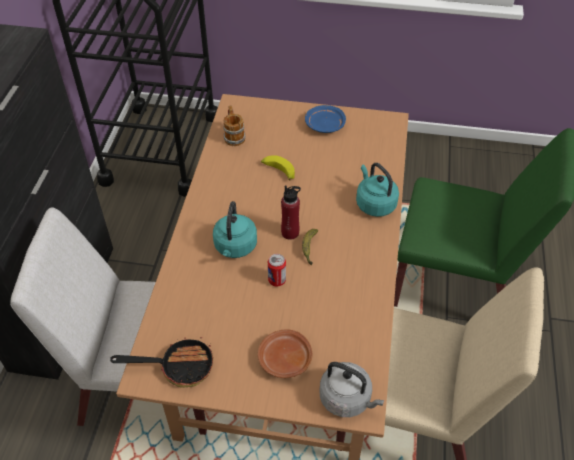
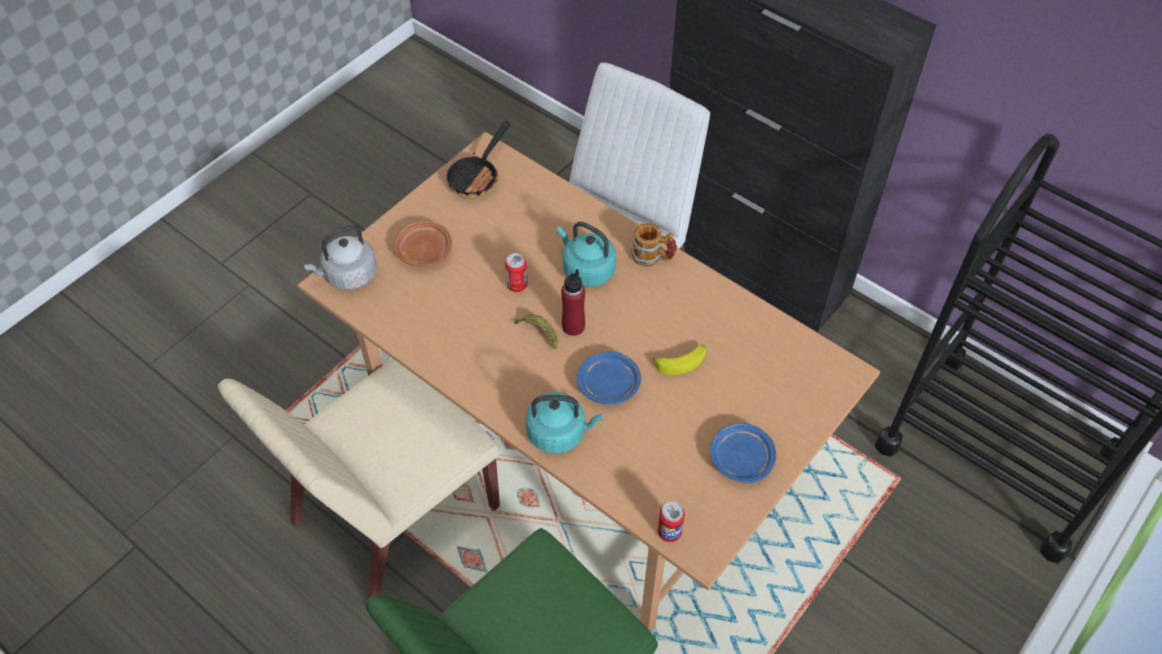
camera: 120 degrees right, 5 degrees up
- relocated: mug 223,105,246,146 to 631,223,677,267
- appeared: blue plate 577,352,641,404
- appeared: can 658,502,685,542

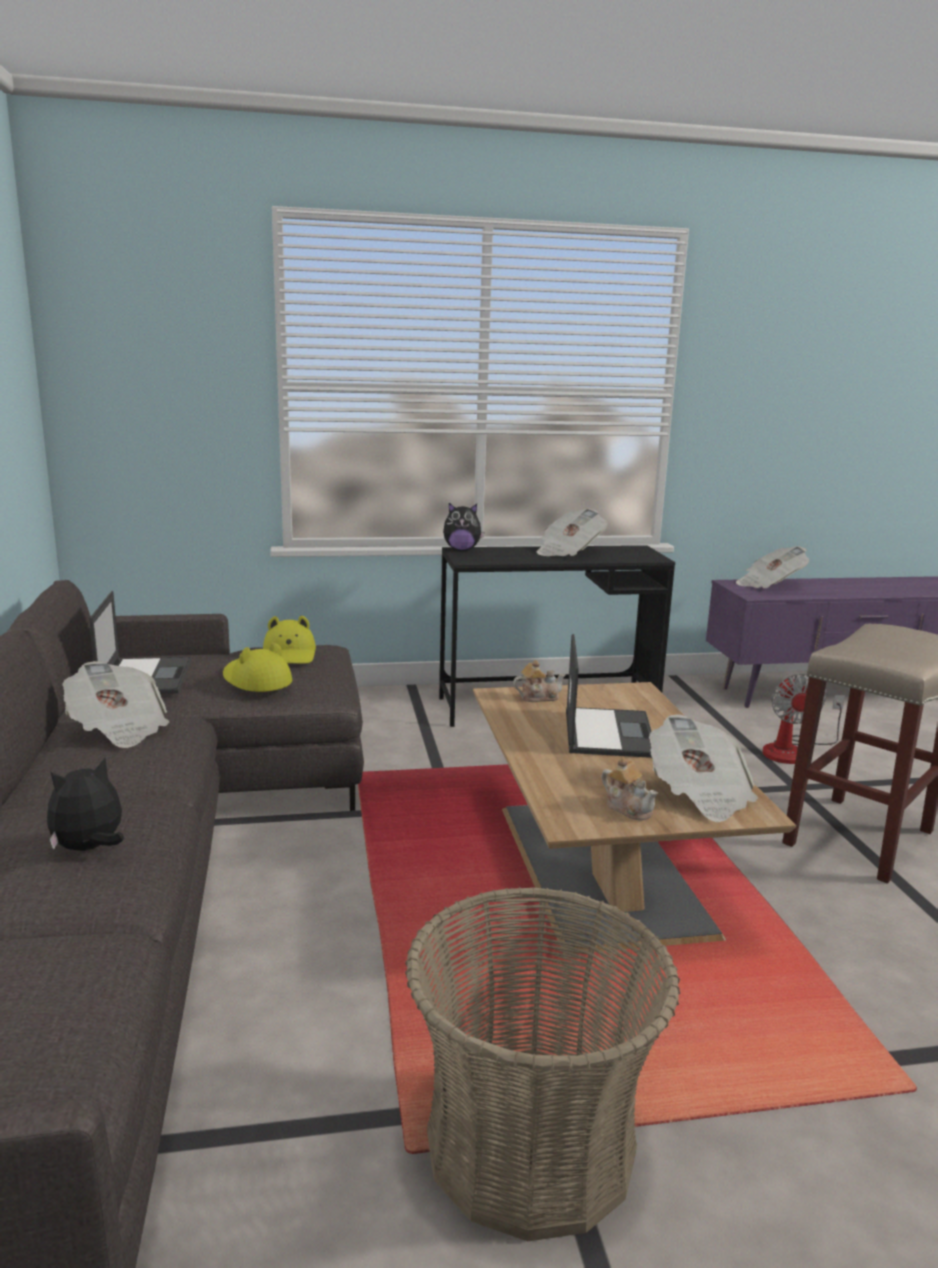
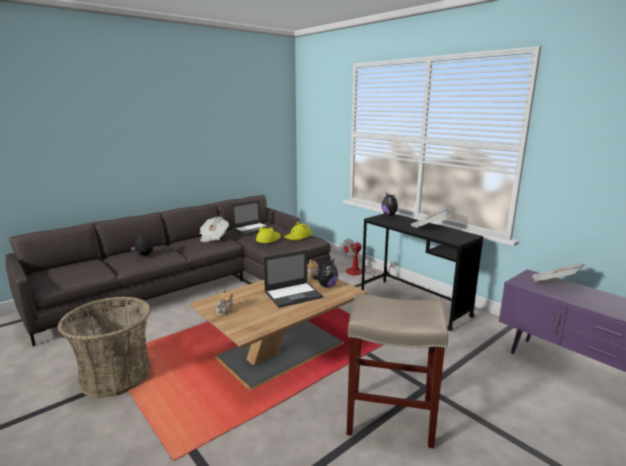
camera: 60 degrees right, 0 degrees up
- relocated: fan 763,673,845,764 to 343,239,394,278
- missing: newspaper 649,714,758,823
- appeared: plush toy 313,259,338,288

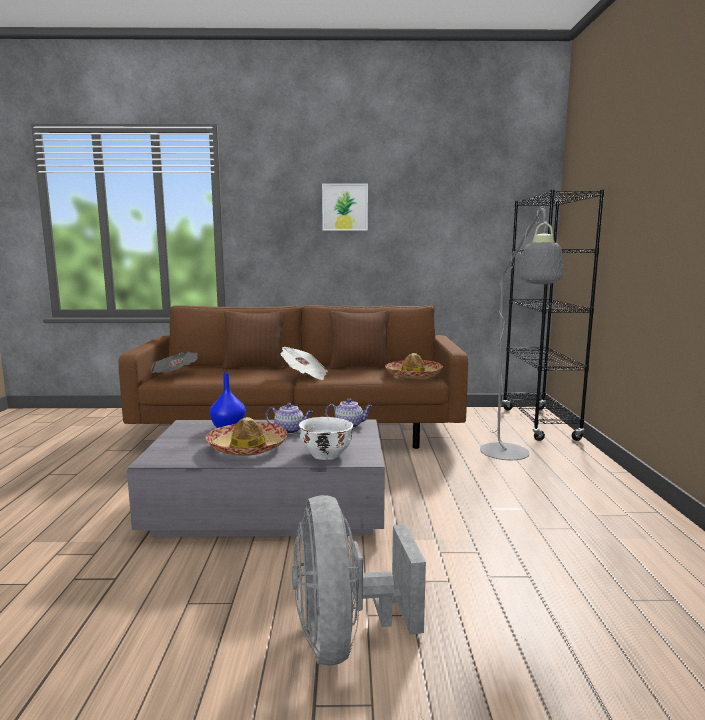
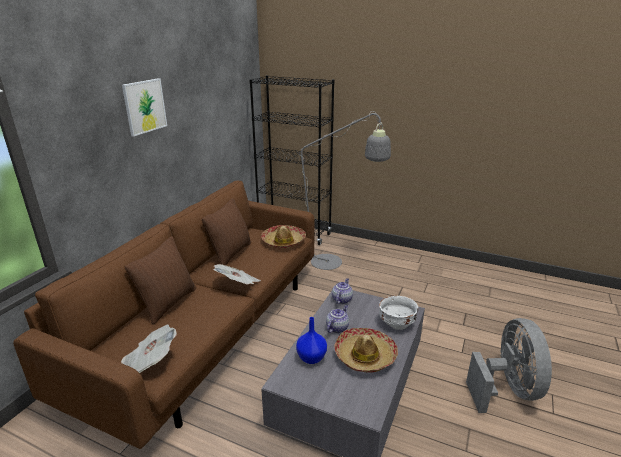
camera: 65 degrees left, 15 degrees up
- spun: grey fan 292,495,426,665 = 466,318,552,413 105 degrees counterclockwise

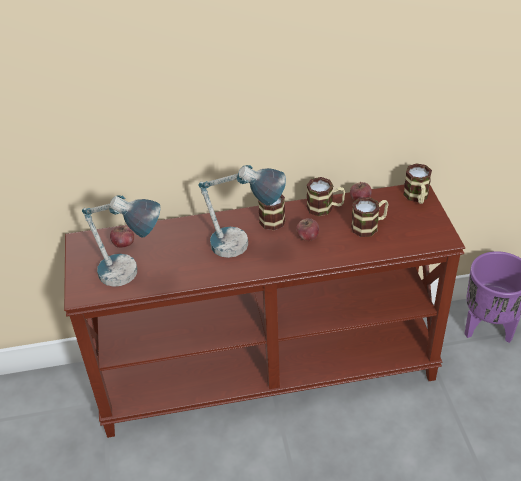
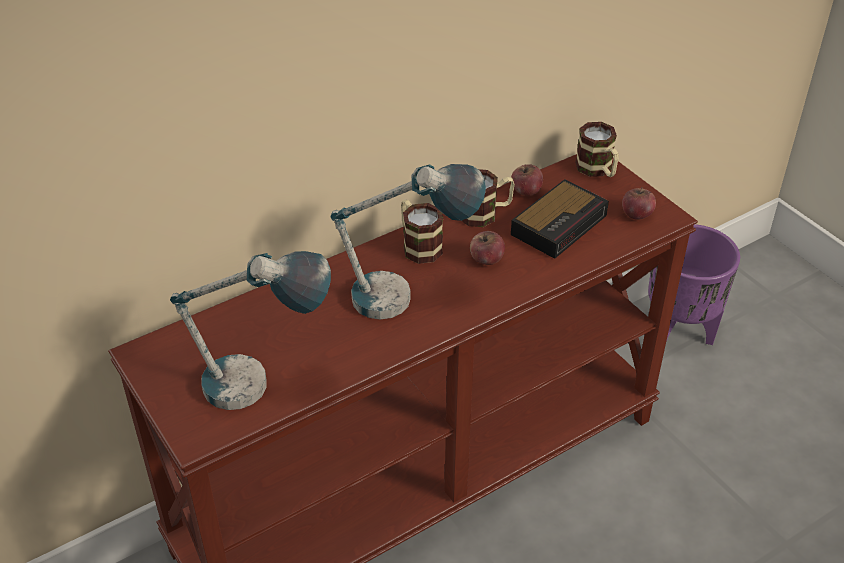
camera: 25 degrees left, 0 degrees up
- exchanged: mug 351,197,389,237 to alarm clock 511,179,609,259
- relocated: apple 110,226,134,248 to 622,187,656,220

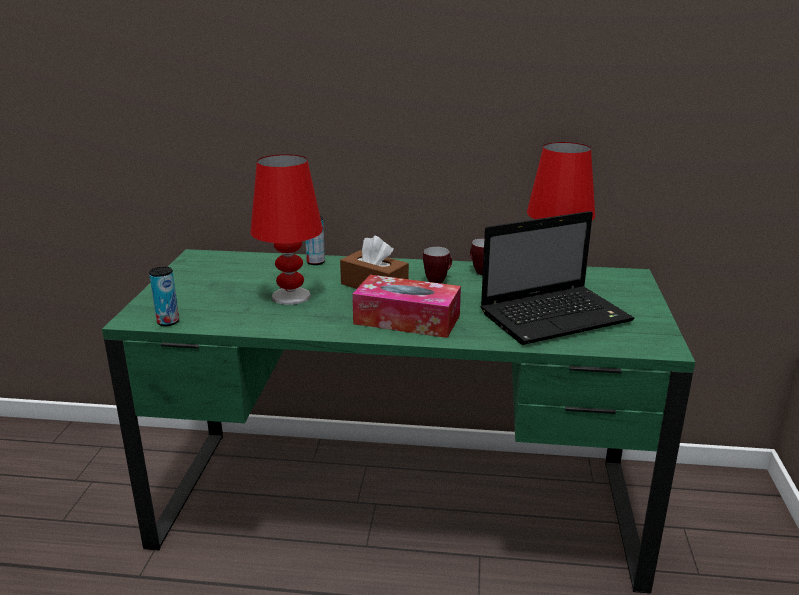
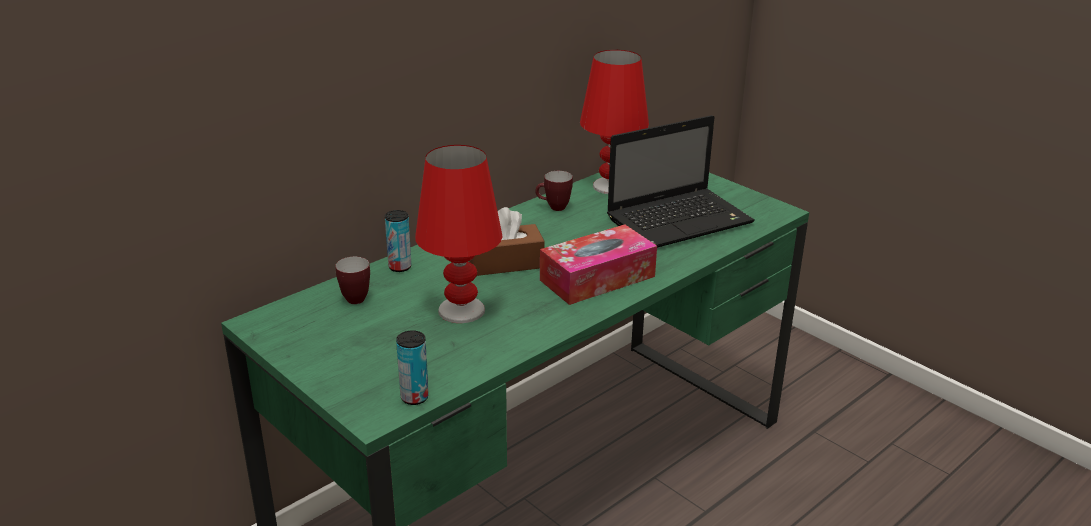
camera: 50 degrees left, 5 degrees up
- spun: laptop 480,211,635,345 = 607,115,755,248 45 degrees clockwise
- relocated: mug 423,247,452,284 to 335,256,370,304

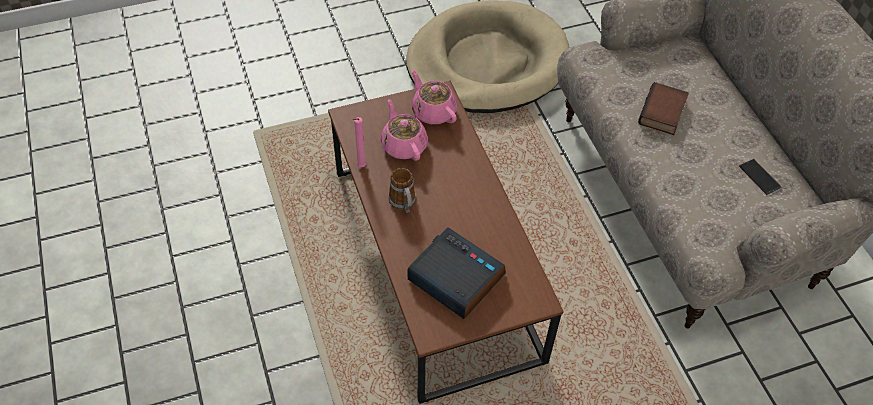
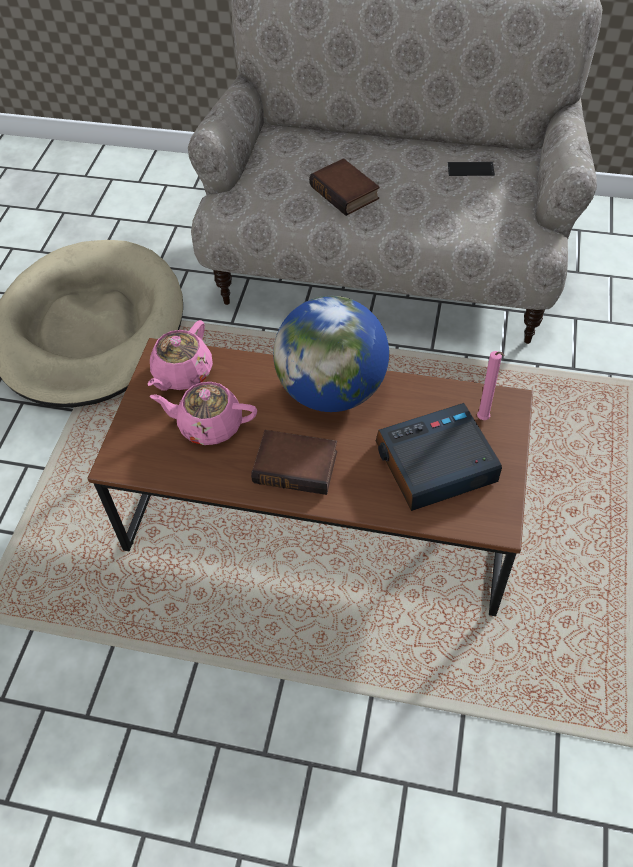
camera: 55 degrees left, 0 degrees up
- spun: pink teapot 411,70,457,124 = 148,320,213,391 60 degrees counterclockwise
- relocated: pink candle 353,117,366,167 to 477,351,505,420
- exchanged: mug 388,168,416,213 to book 251,430,337,495
- appeared: globe 273,296,389,412

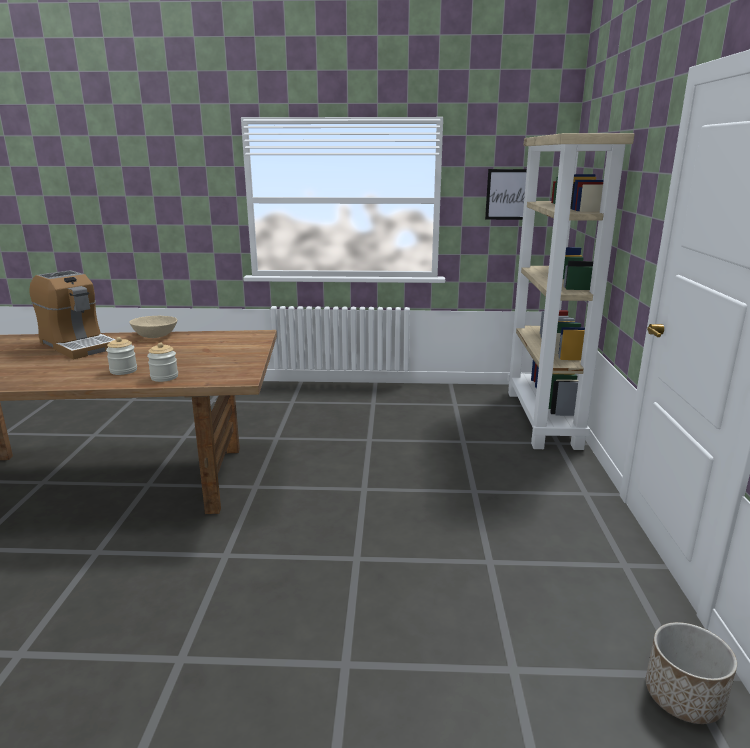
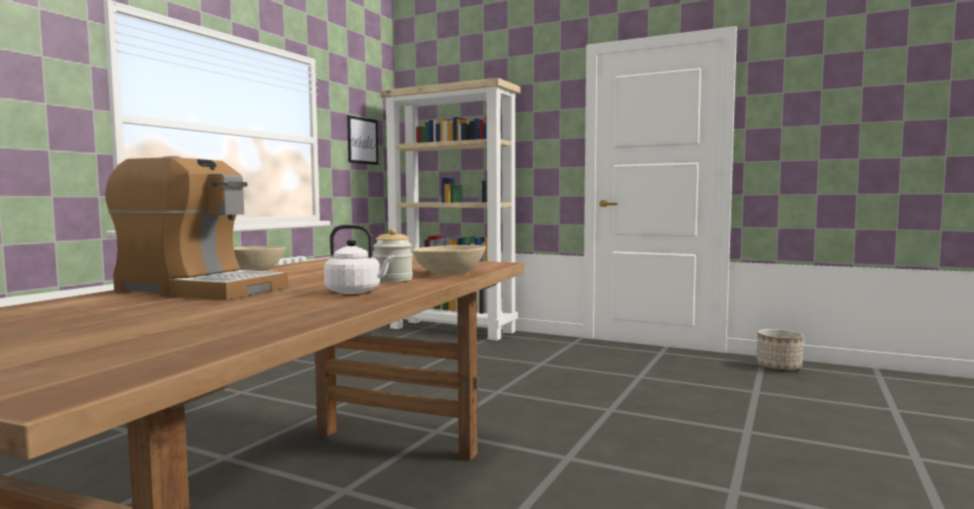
camera: 65 degrees left, 15 degrees down
- spun: coffee machine 30,270,116,359 = 105,156,288,300 45 degrees clockwise
- exchanged: jar 147,342,178,382 to beige bowl 412,245,486,275
- appeared: white kettle 324,224,394,294

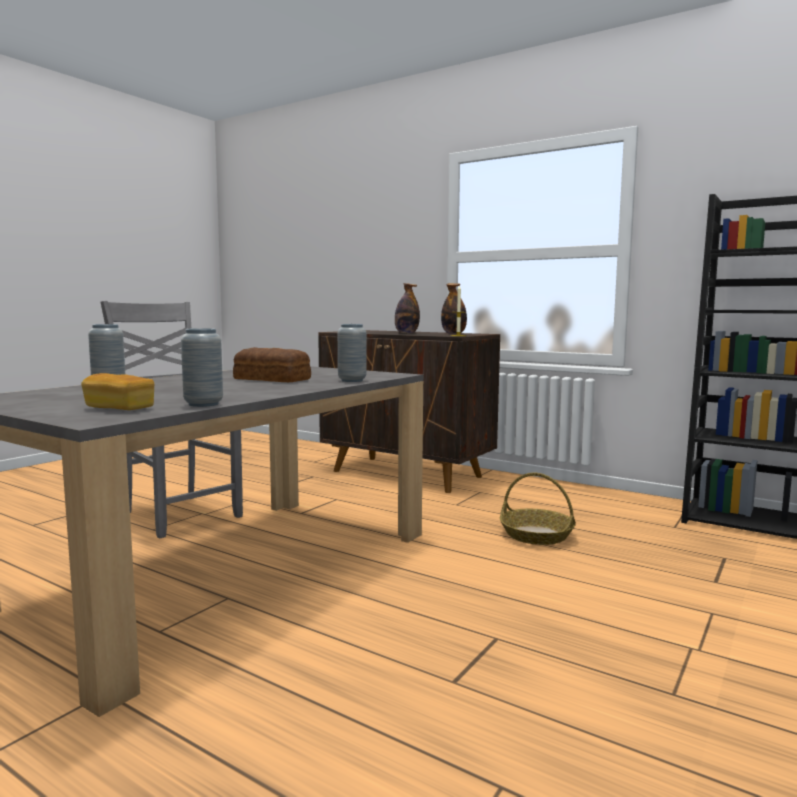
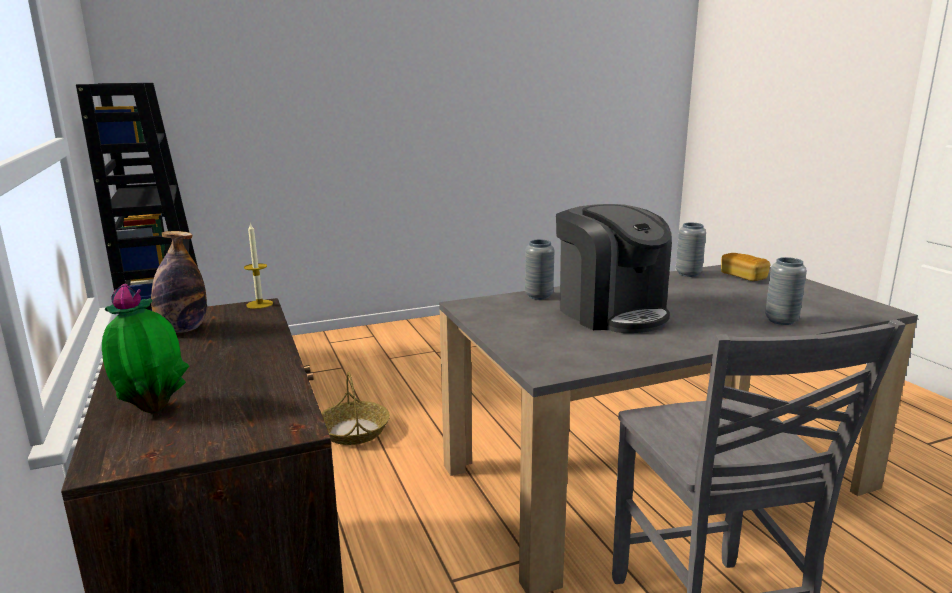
camera: 145 degrees left, 10 degrees up
- missing: bottle 395,283,420,333
- exchanged: bread 233,347,311,382 to coffee machine 556,204,672,333
- appeared: potted plant 102,284,189,413

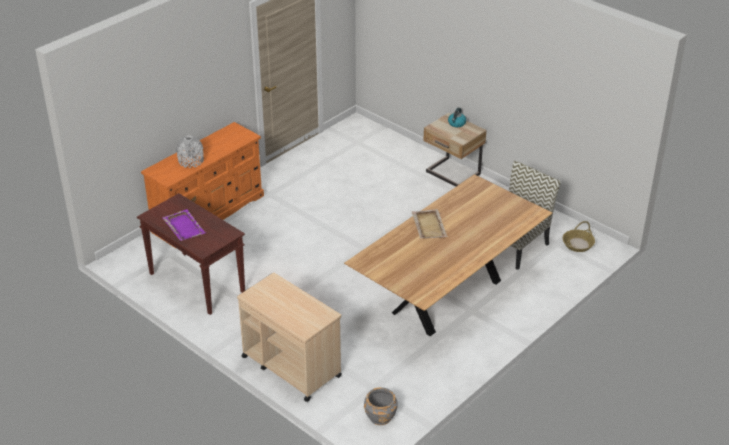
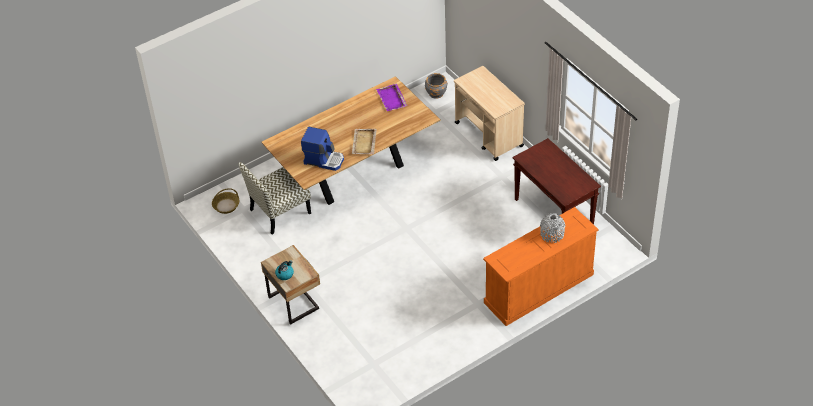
camera: 165 degrees left, 10 degrees up
- relocated: purple tray 162,209,206,241 to 376,84,408,111
- appeared: coffee machine 301,127,344,171

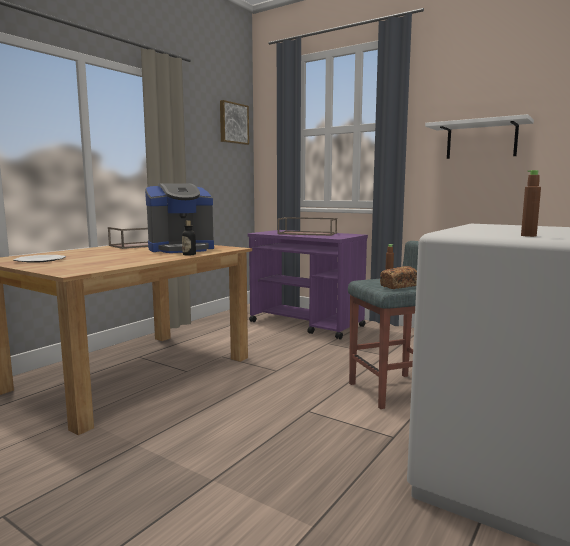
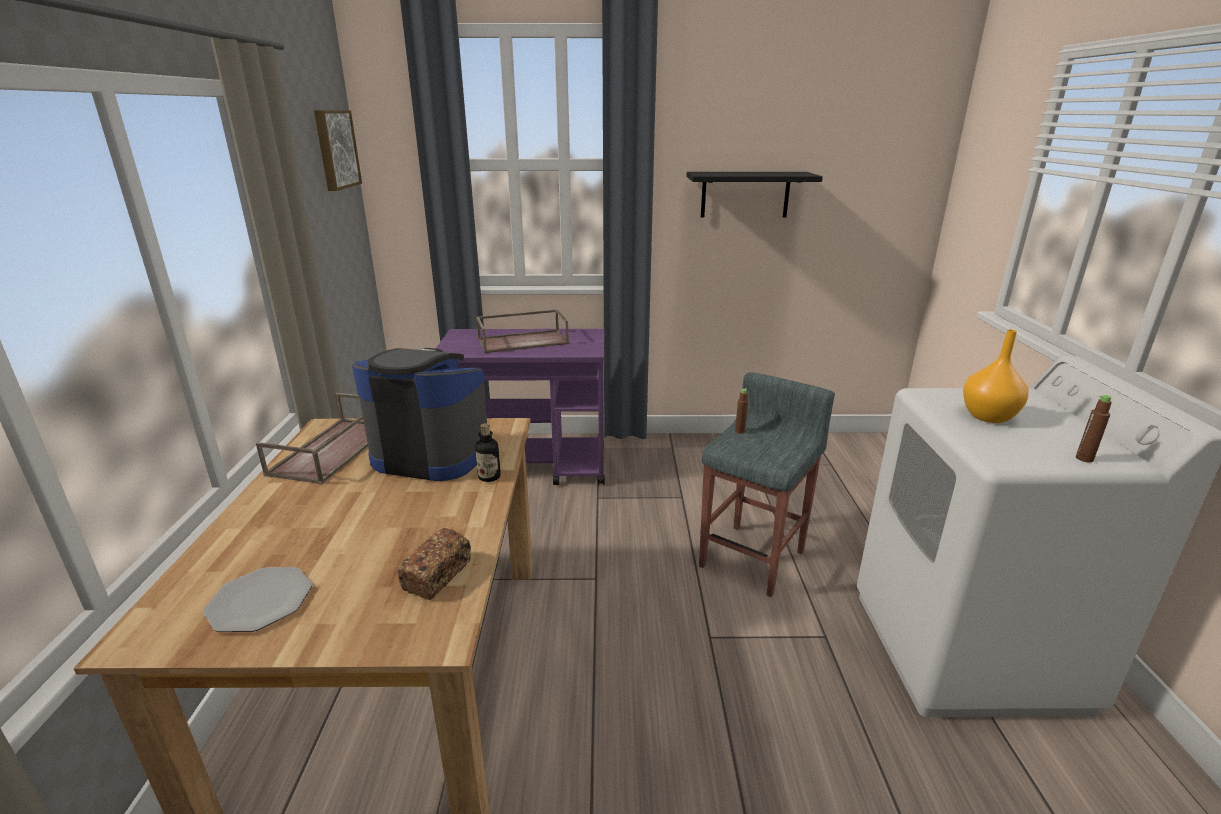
camera: 35 degrees left, 15 degrees up
- colour: white shelf 425,114,534,159 to black shelf 686,172,823,217
- spun: coffee machine 145,183,214,253 = 352,348,487,481 105 degrees counterclockwise
- relocated: bread 380,266,417,289 to 398,528,471,600
- appeared: orange vase 963,329,1029,423

